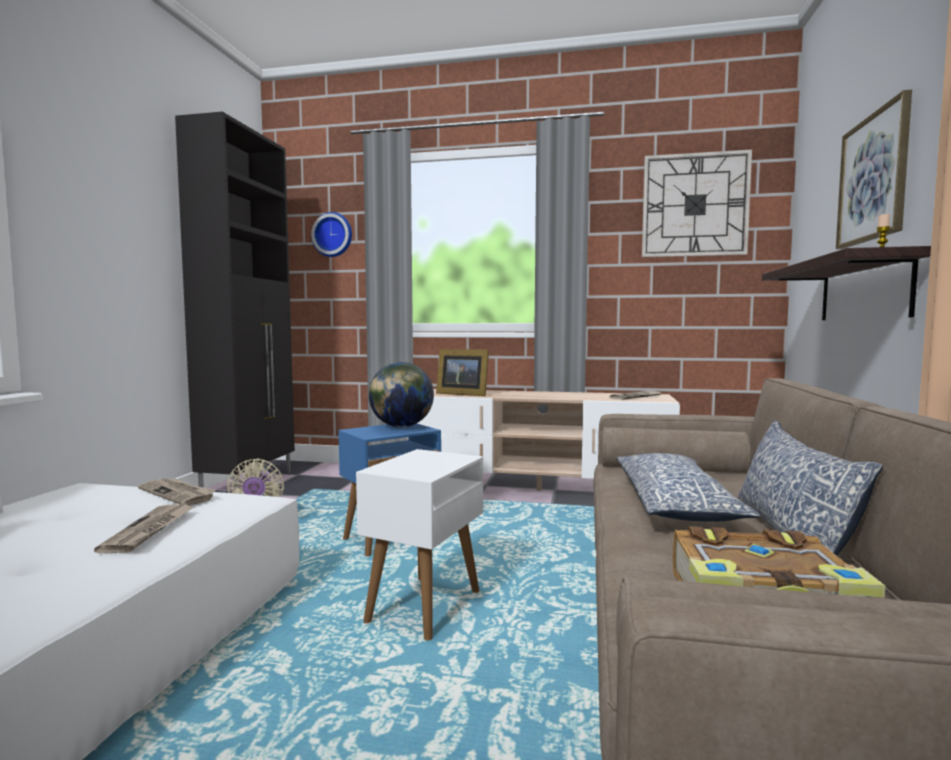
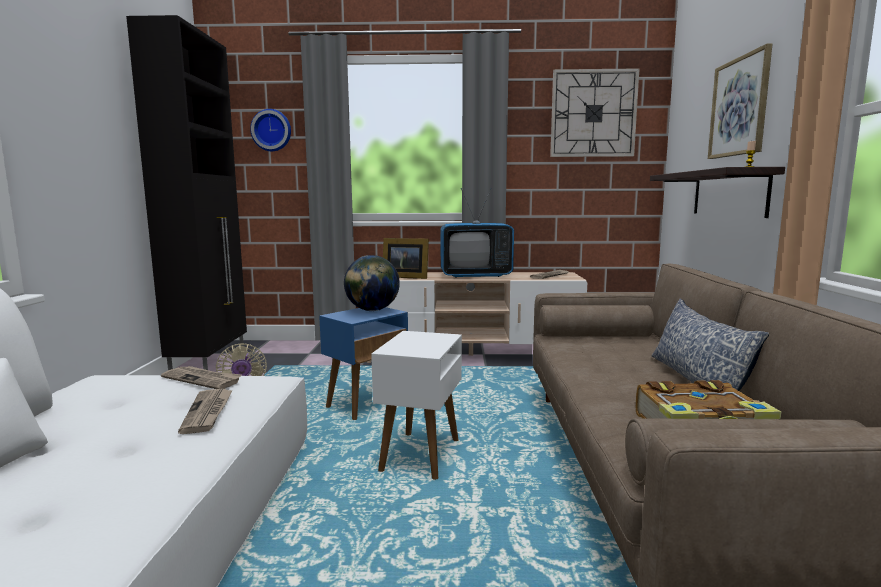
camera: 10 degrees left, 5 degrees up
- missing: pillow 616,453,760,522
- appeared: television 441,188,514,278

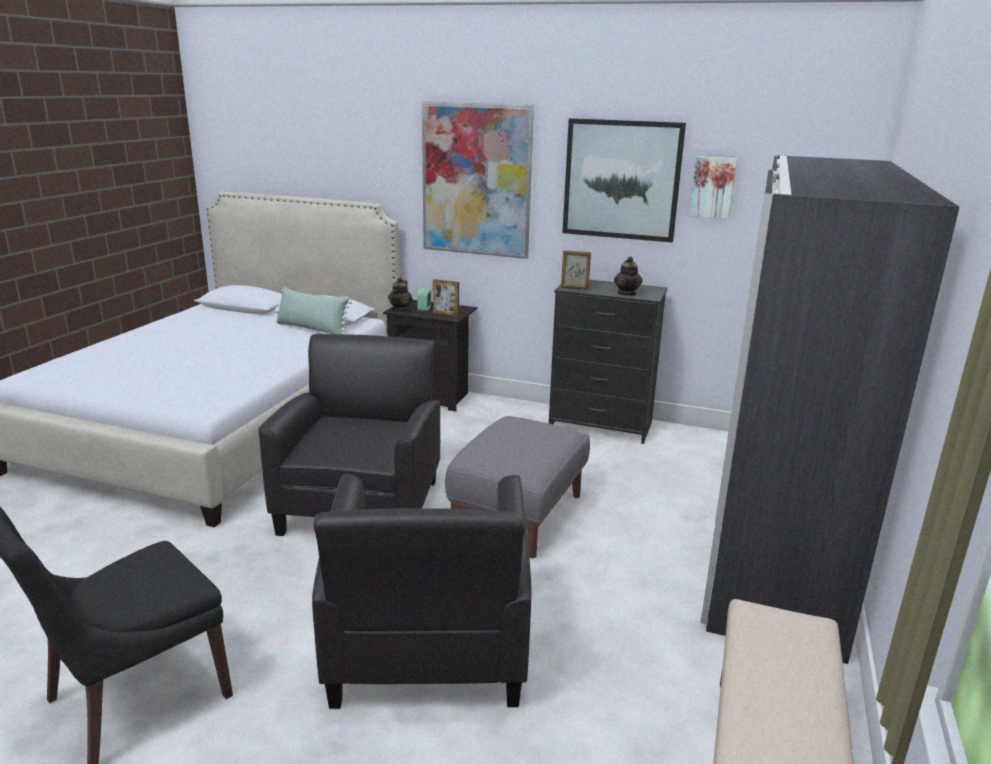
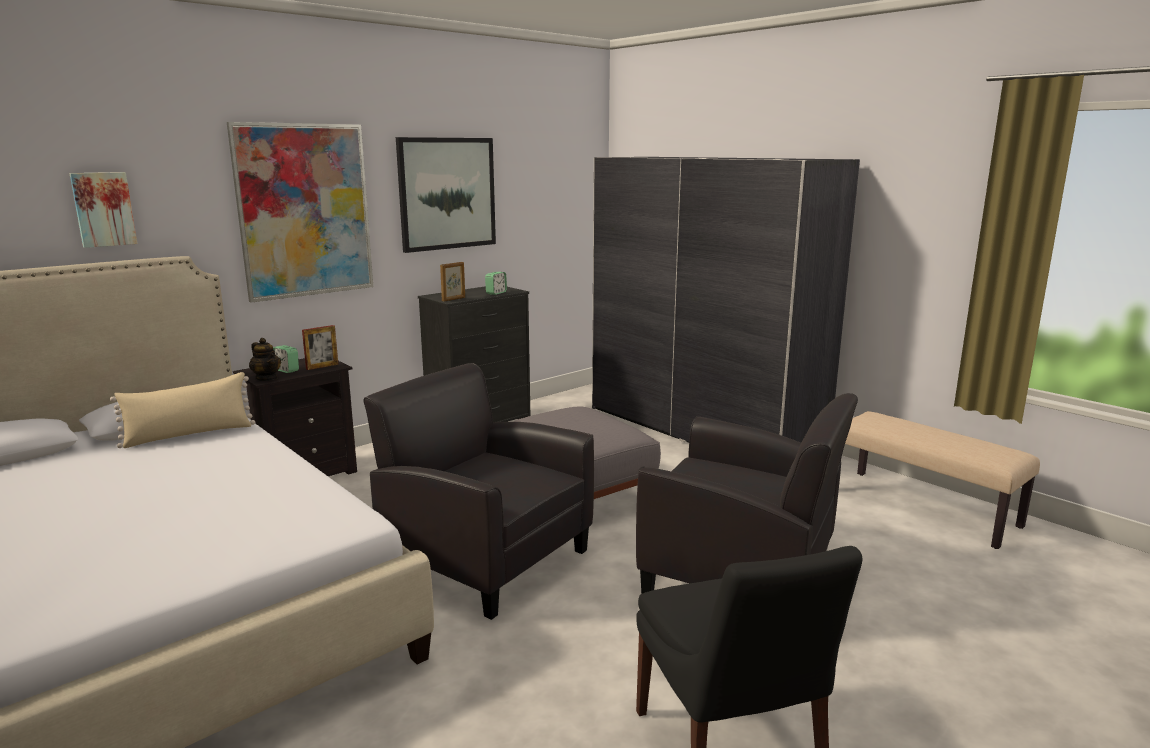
camera: 60 degrees left, 5 degrees down
- relocated: picture 690,156,737,219 to 69,172,137,248
- exchanged: teapot 614,257,642,296 to alarm clock 485,272,507,295
- colour: green pillow 276,287,352,334 to beige pillow 110,372,255,448

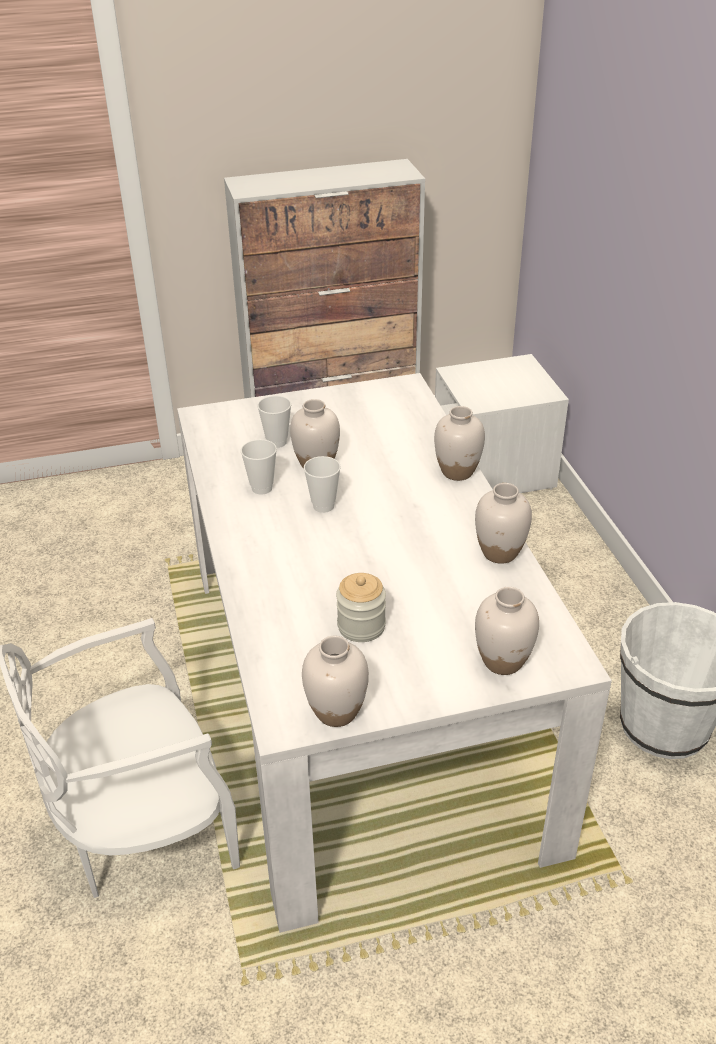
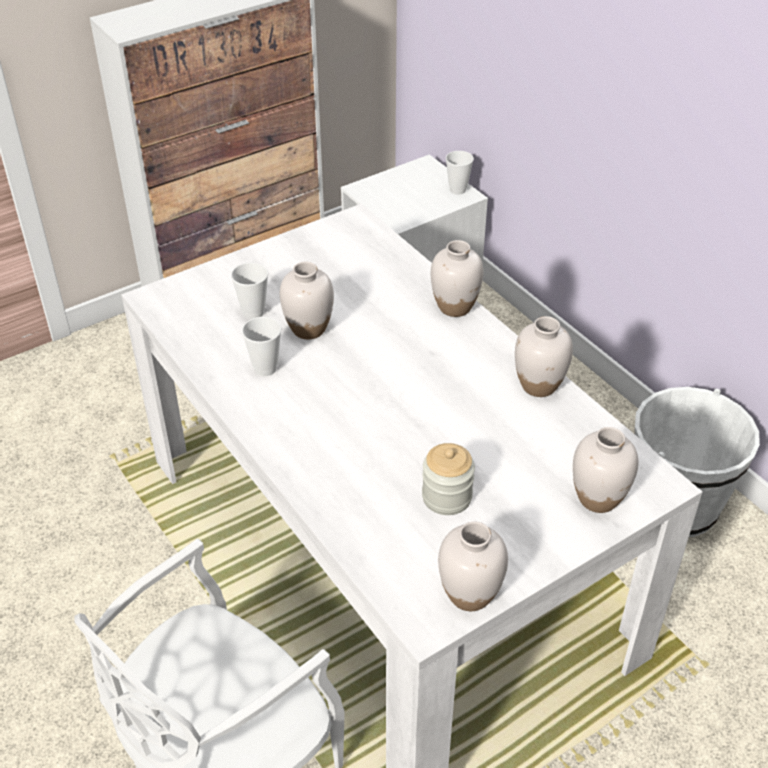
camera: 20 degrees left, 5 degrees up
- relocated: cup 304,456,341,513 to 446,151,474,195

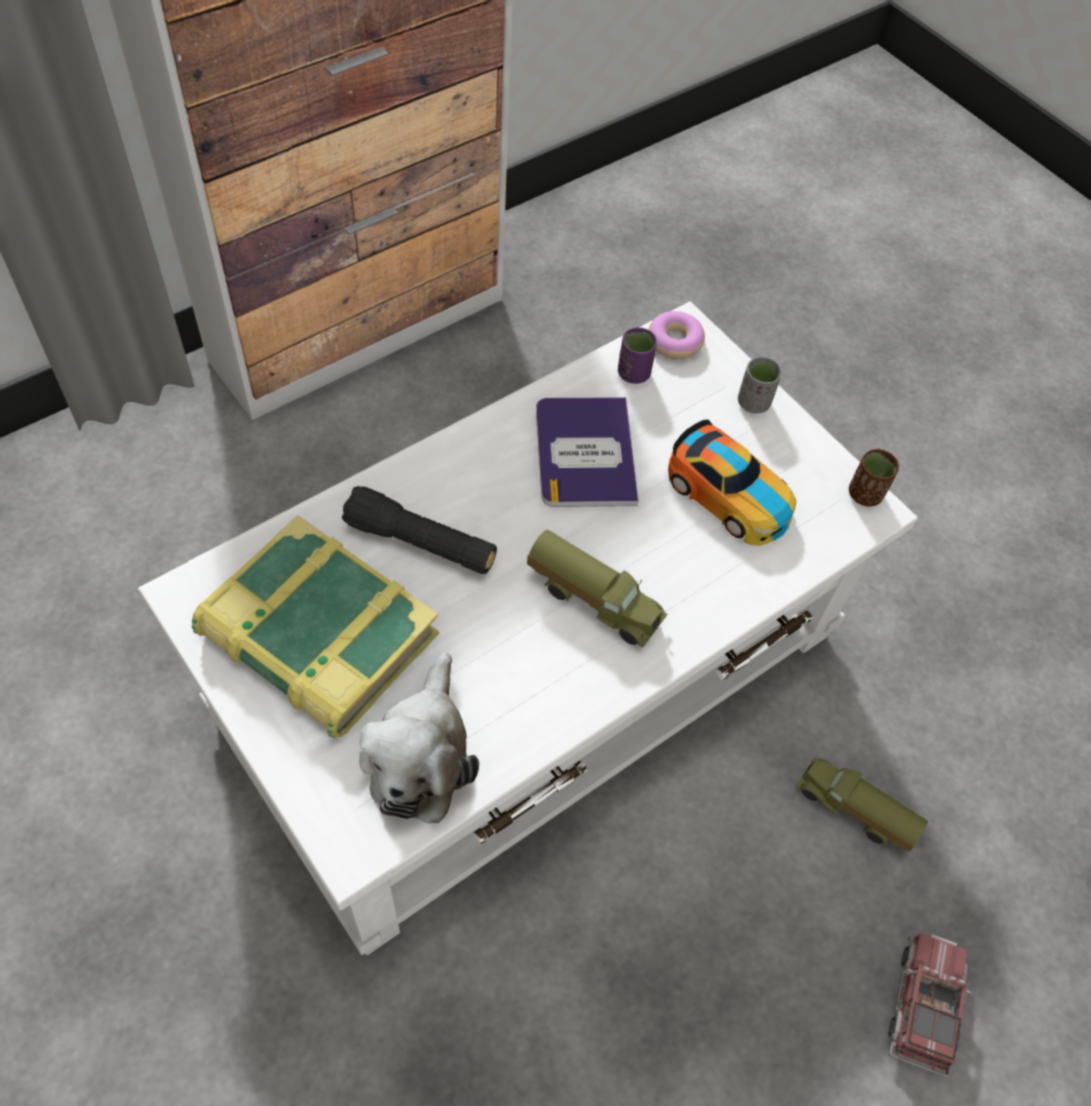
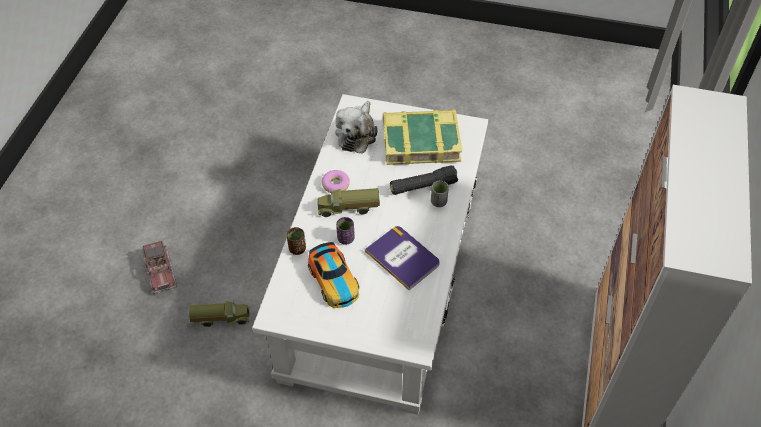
camera: 145 degrees right, 5 degrees down
- relocated: donut 648,311,705,359 to 322,170,350,193
- relocated: purple cup 618,327,657,384 to 336,217,354,245
- relocated: grey cup 738,357,782,413 to 431,181,449,207
- spun: toy car 668,419,796,546 = 308,242,359,308 120 degrees counterclockwise
- relocated: brown cup 849,448,899,507 to 287,227,306,255
- spun: plush toy 359,652,479,824 = 335,101,378,154 135 degrees counterclockwise

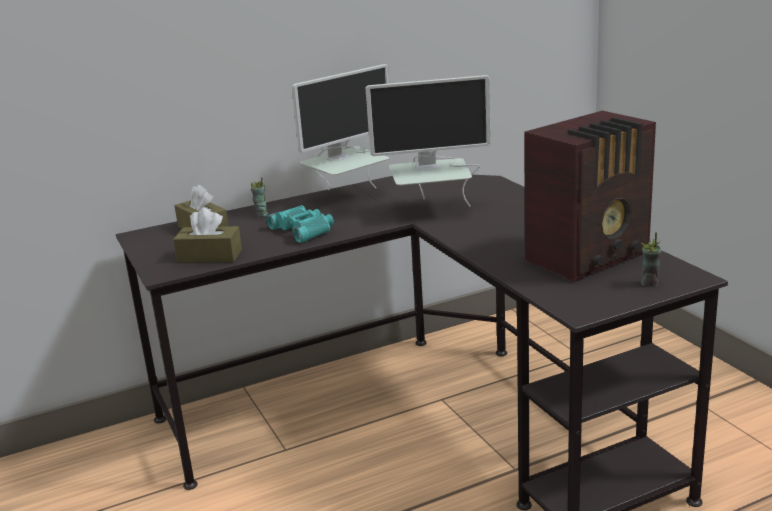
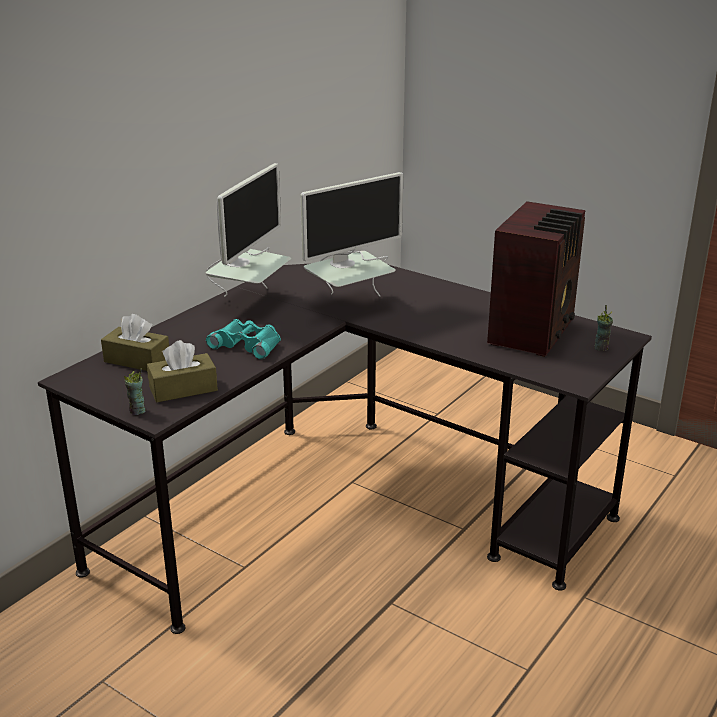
camera: 30 degrees left, 5 degrees up
- relocated: cup 251,177,268,217 to 124,369,146,415

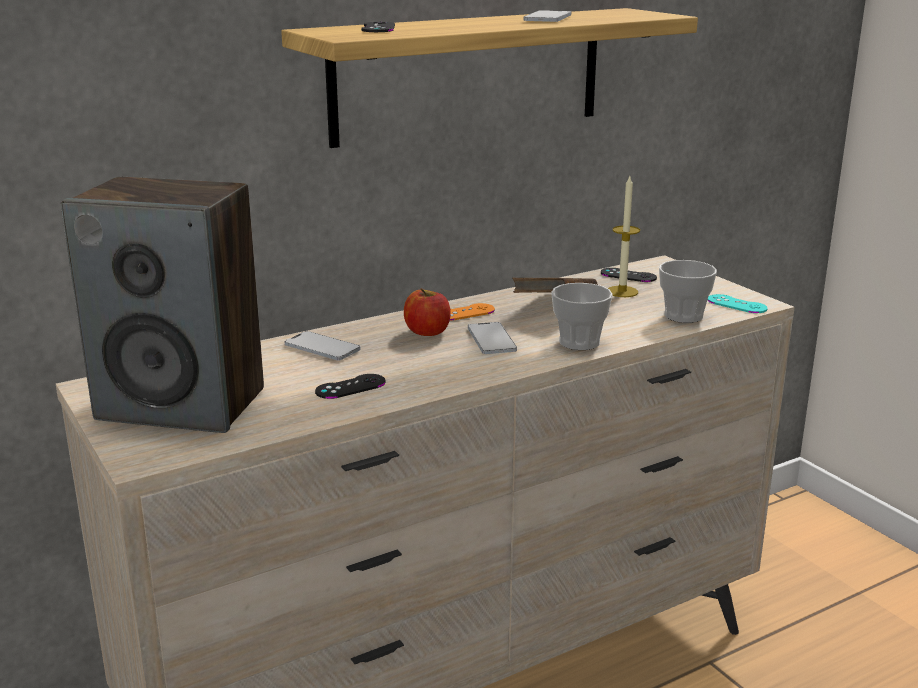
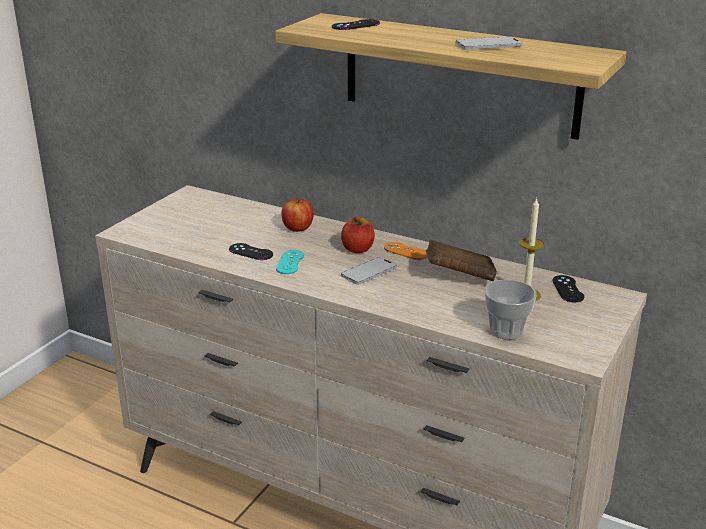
camera: 60 degrees right, 5 degrees up
- missing: speaker 61,177,264,433
- missing: cup 551,283,613,350
- relocated: turquoise game controller 708,294,768,313 to 276,250,304,274
- exchanged: phone 284,331,361,361 to apple 281,198,313,232

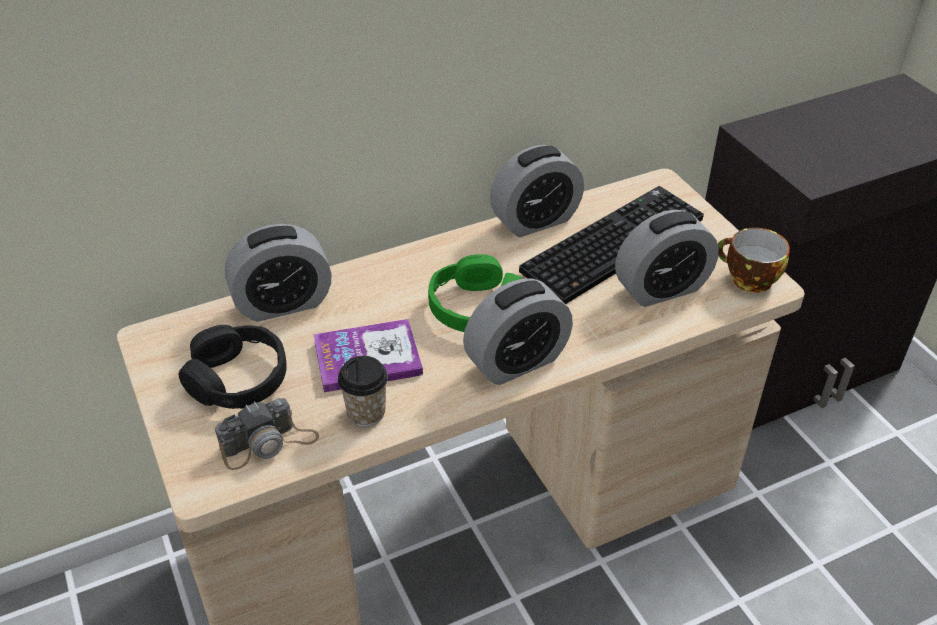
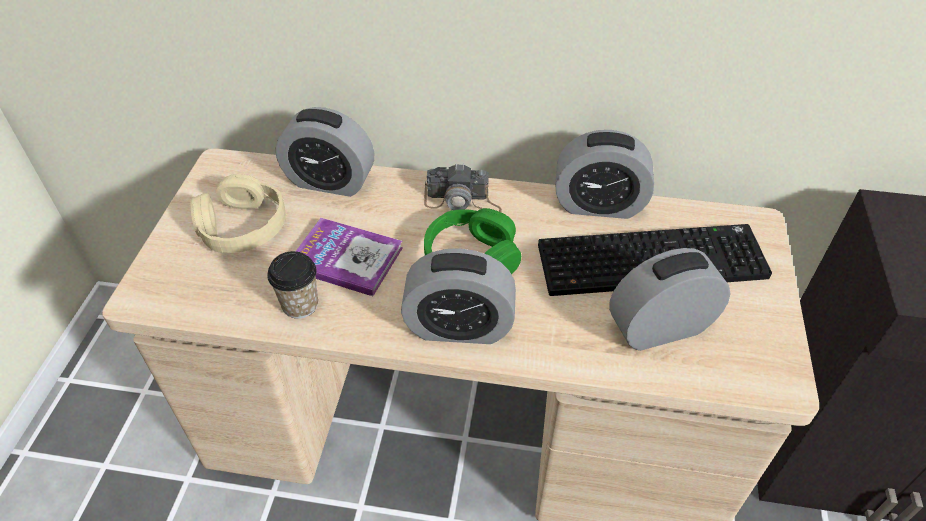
camera: 35 degrees right, 5 degrees up
- spun: alarm clock 615,209,719,307 = 609,248,731,351 150 degrees clockwise
- missing: cup 718,227,790,293
- colour: black headphones 179,325,287,409 to beige headphones 191,174,286,253
- relocated: photo camera 215,398,319,470 to 424,163,502,212

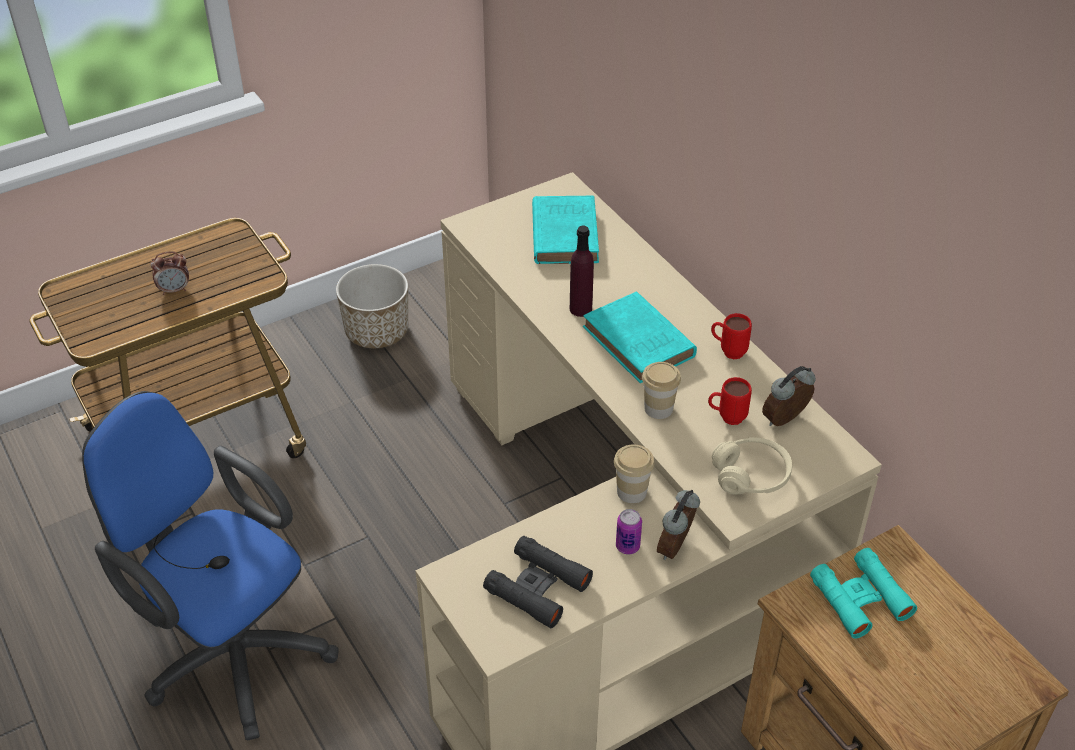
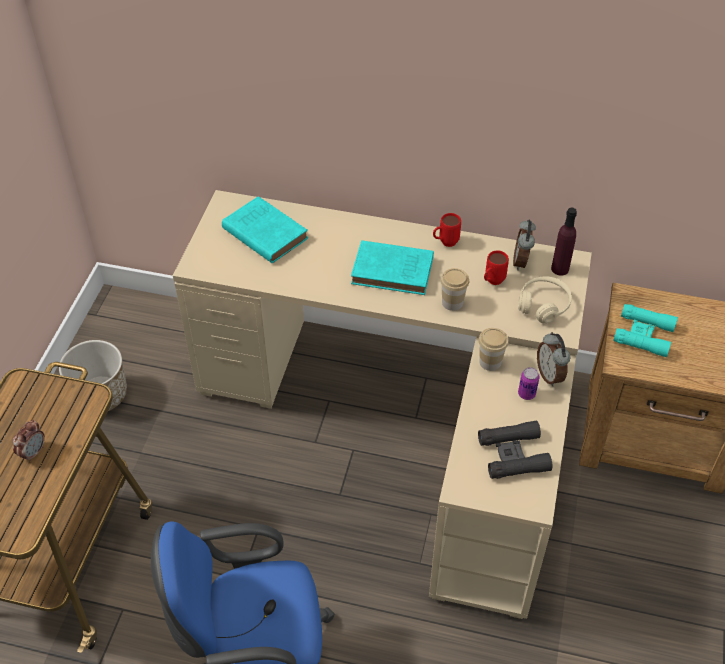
camera: 45 degrees left, 5 degrees up
- relocated: purple bottle 570,226,594,317 to 551,208,577,276

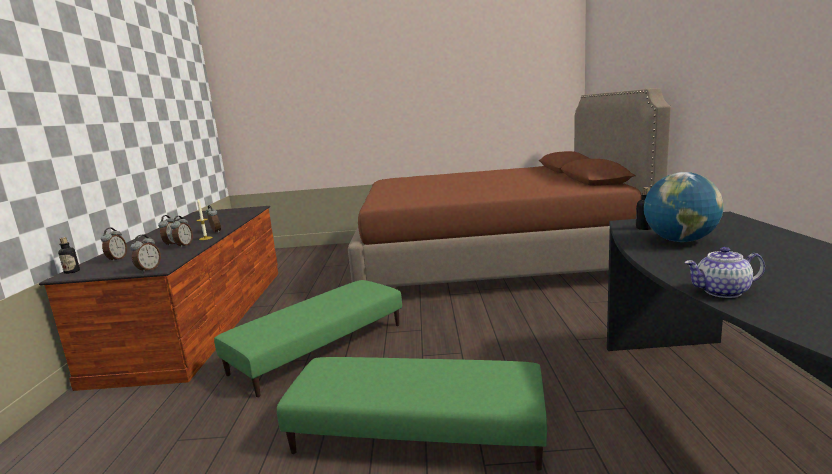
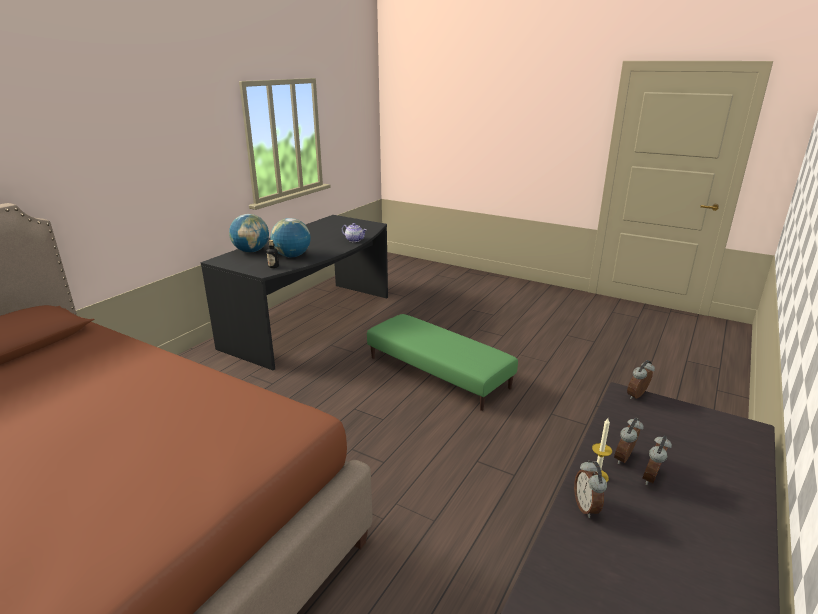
camera: 150 degrees left, 10 degrees up
- missing: alarm clock 101,227,127,262
- missing: bottle 58,237,80,274
- missing: green ottoman 214,280,402,397
- appeared: globe 229,214,269,252

